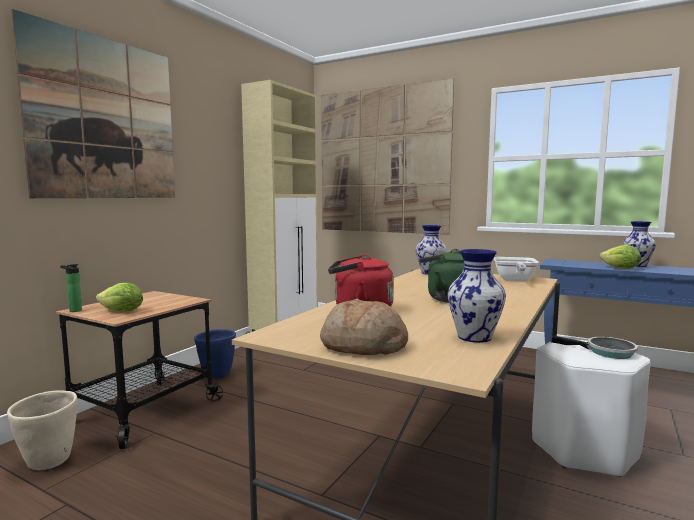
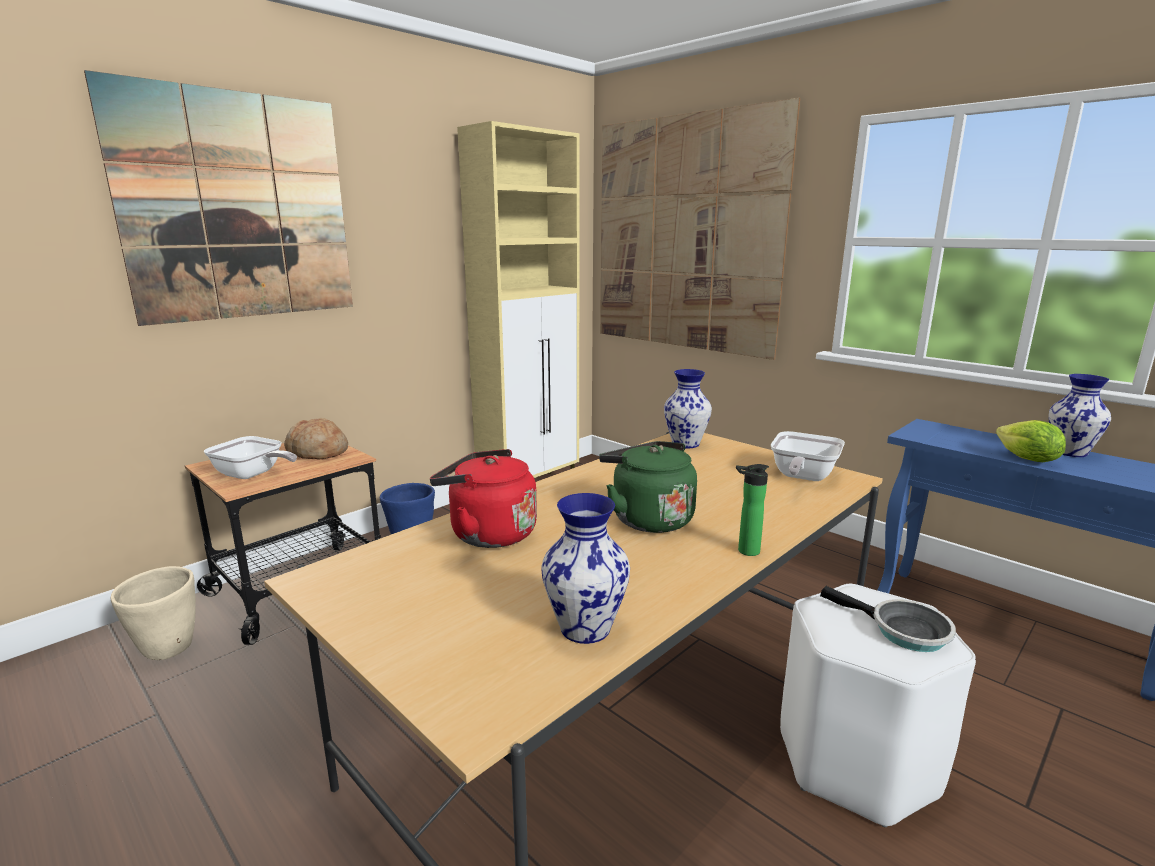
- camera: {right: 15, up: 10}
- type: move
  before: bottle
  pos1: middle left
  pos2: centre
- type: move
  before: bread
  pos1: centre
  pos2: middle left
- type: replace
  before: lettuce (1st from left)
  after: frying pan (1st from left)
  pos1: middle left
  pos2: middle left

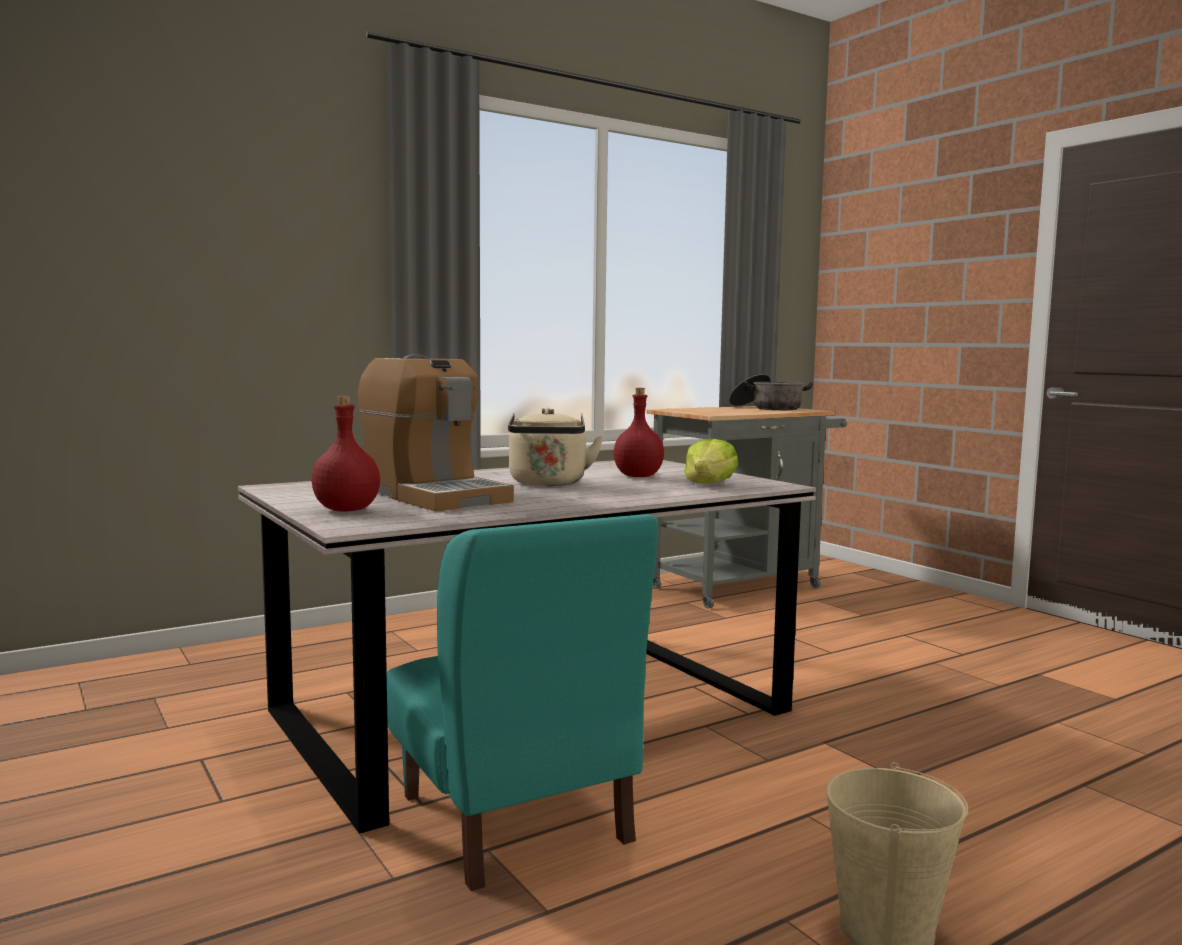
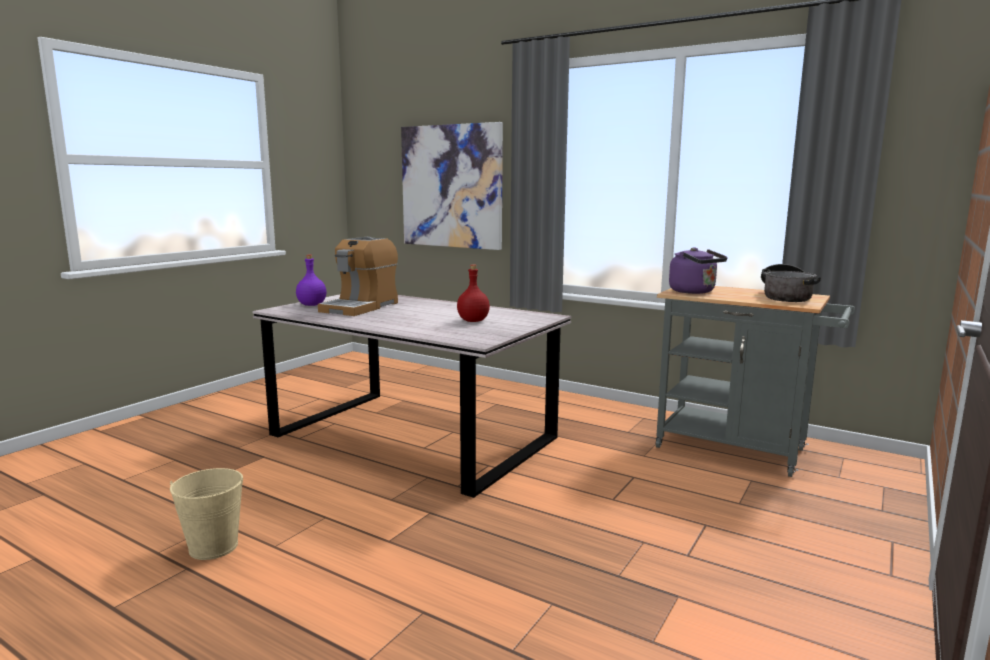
- camera: {right: 65, up: 5}
- type: delete
  before: turquoise chair
  pos1: bottom centre
- type: delete
  before: beige kettle
  pos1: centre
- type: delete
  before: lettuce
  pos1: centre
- type: insert
  after: picture
  pos2: top centre
- type: insert
  after: purple kettle
  pos2: middle right
- type: recolor
  before: red bottle (1st from left)
  after: purple bottle
  pos1: middle left
  pos2: middle left

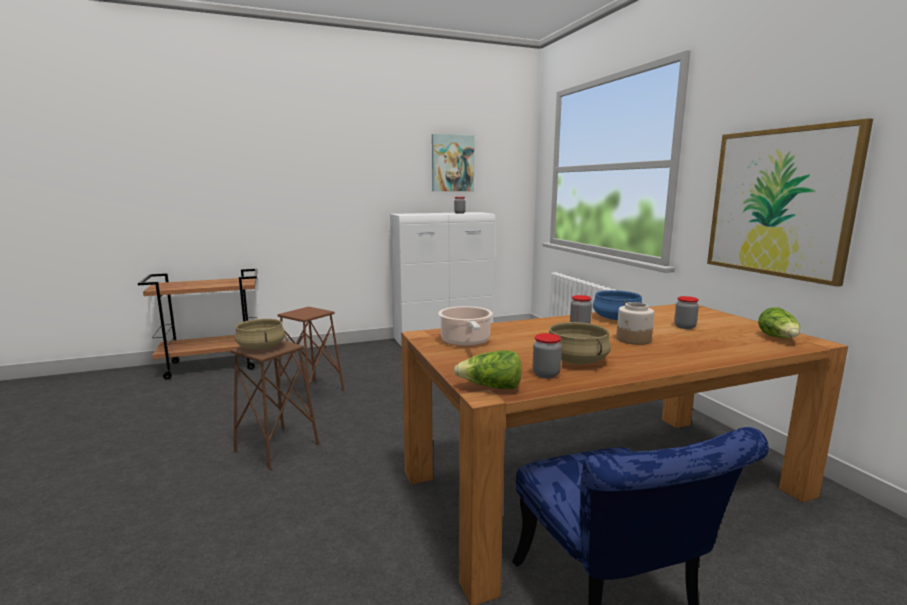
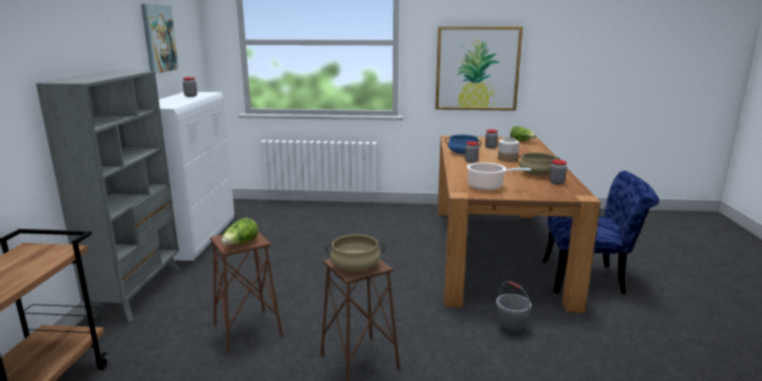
- camera: {right: -65, up: 5}
- type: insert
  after: grey bookcase
  pos2: middle left
- type: insert
  after: grey bucket
  pos2: bottom right
- type: move
  before: lettuce (1st from left)
  pos1: centre
  pos2: middle left

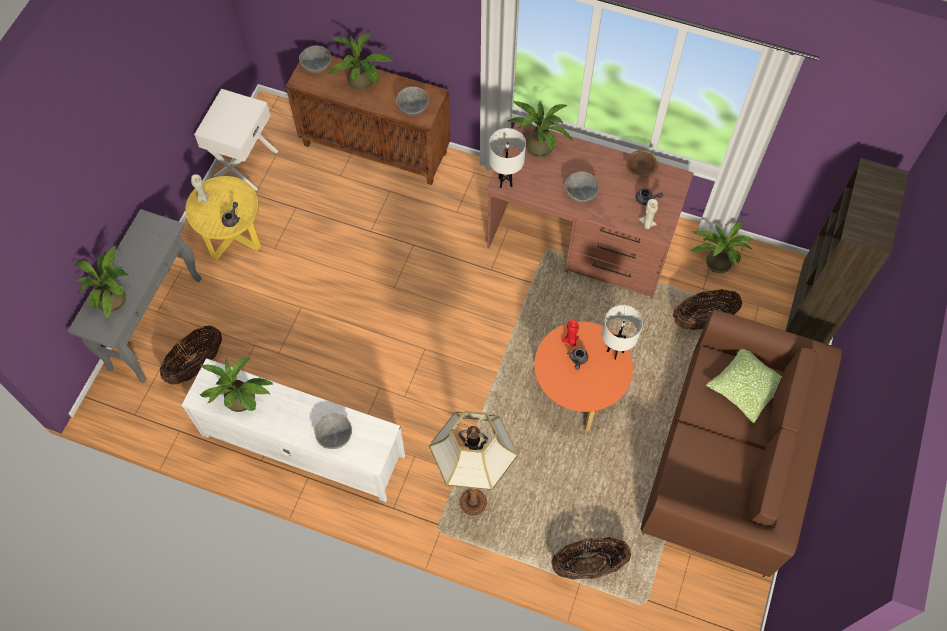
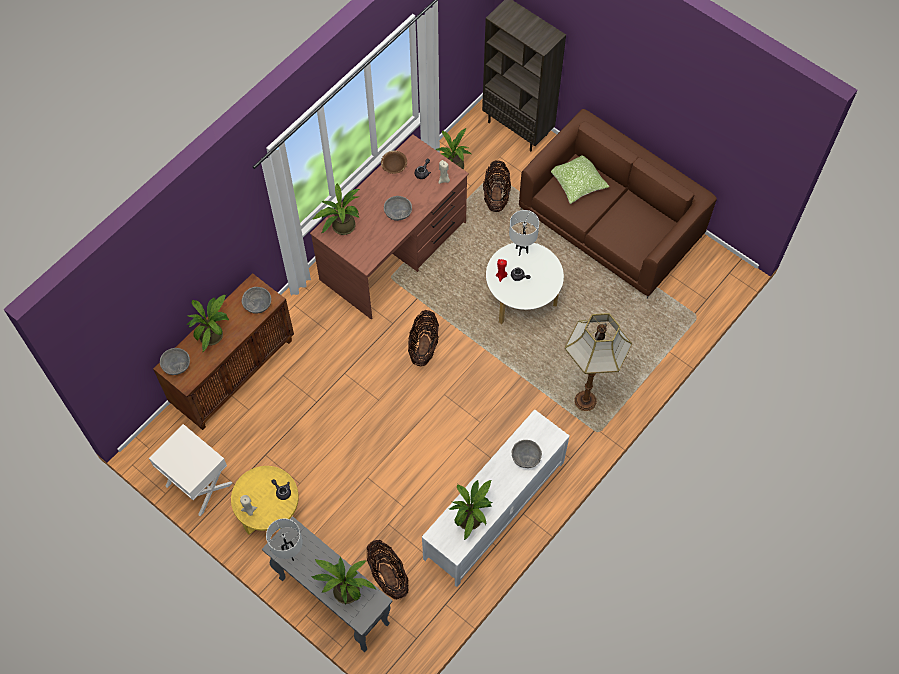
- camera: {right: -70, up: 0}
- type: move
  before: white table lamp (1st from left)
  pos1: top centre
  pos2: bottom left
- type: move
  before: basket (2nd from left)
  pos1: bottom centre
  pos2: centre
- type: recolor
  before: orange coffee table
  after: white coffee table
  pos1: centre
  pos2: centre

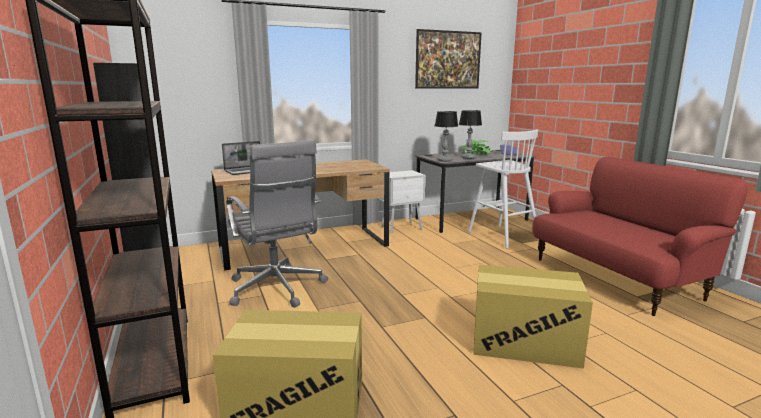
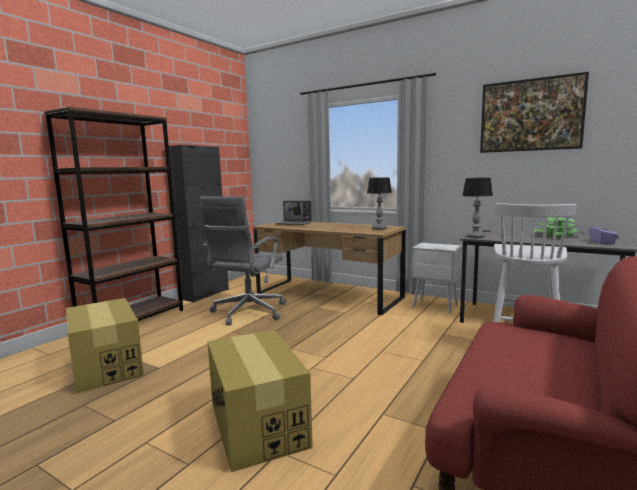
- camera: {right: 55, up: -5}
- type: move
  before: table lamp (2nd from left in the first image)
  after: table lamp (1st from left)
  pos1: top centre
  pos2: centre

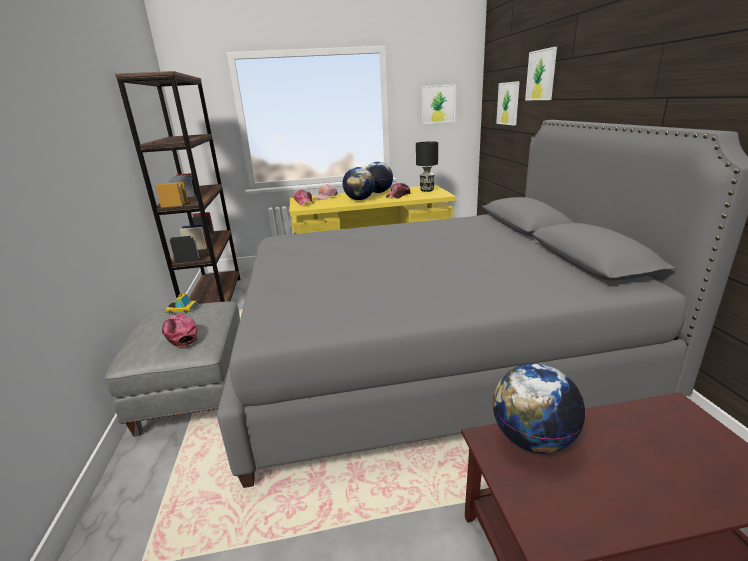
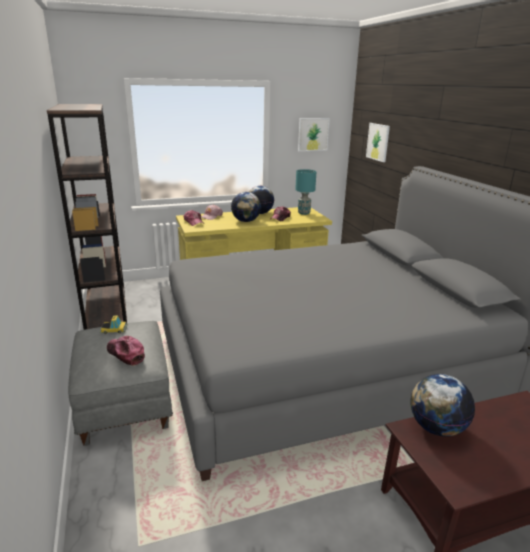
- camera: {right: -10, up: 0}
- type: delete
  before: picture (3rd from left)
  pos1: top right
- type: recolor
  before: black table lamp
  after: turquoise table lamp
  pos1: top centre
  pos2: centre

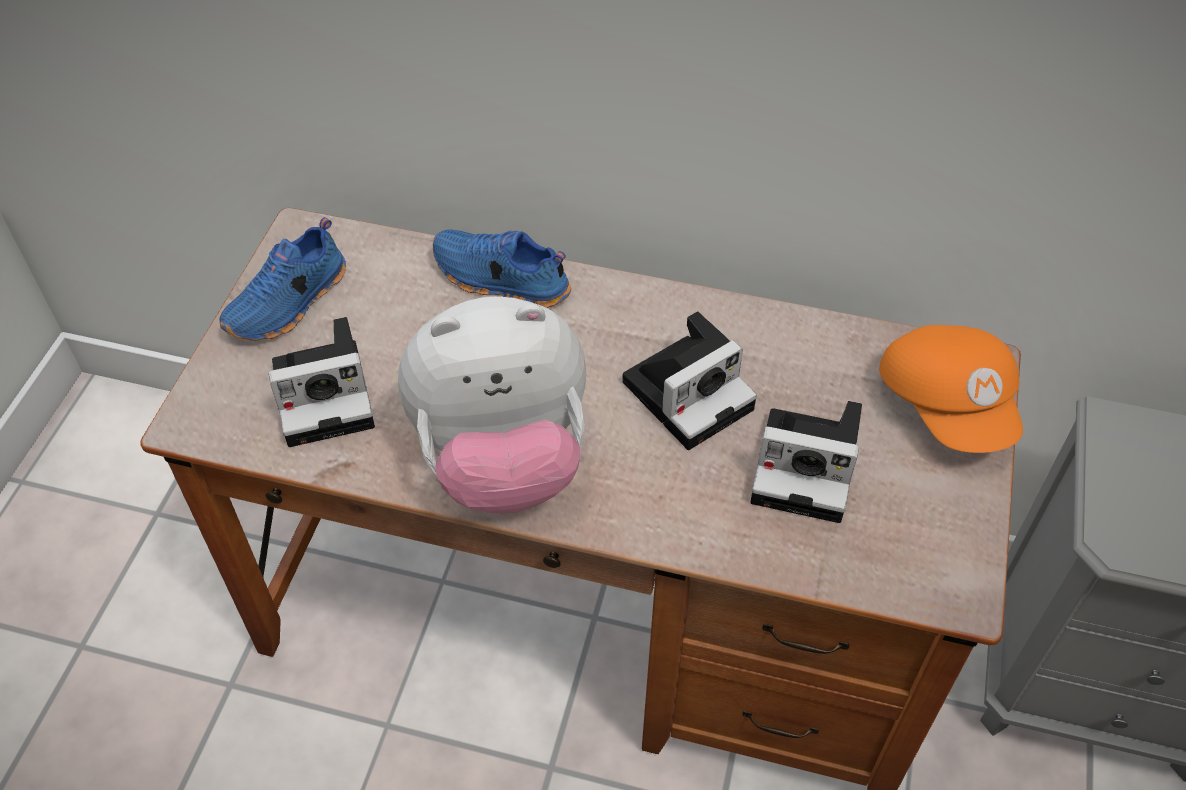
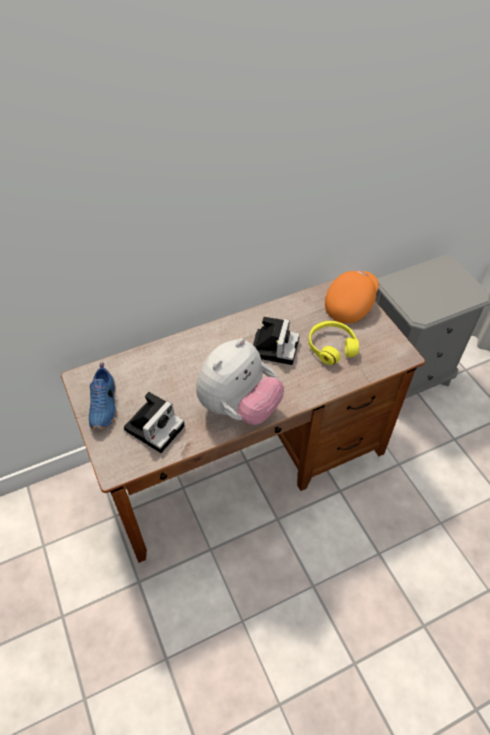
- camera: {right: -40, up: 0}
- type: delete
  before: blue shoe (2nd from left)
  pos1: centre
- type: replace
  before: photo camera (3rd from left)
  after: yellow headphones
  pos1: middle right
  pos2: middle right
- type: rotate
  before: orange cap
  pos1: middle right
  pos2: middle right
  turn: -90

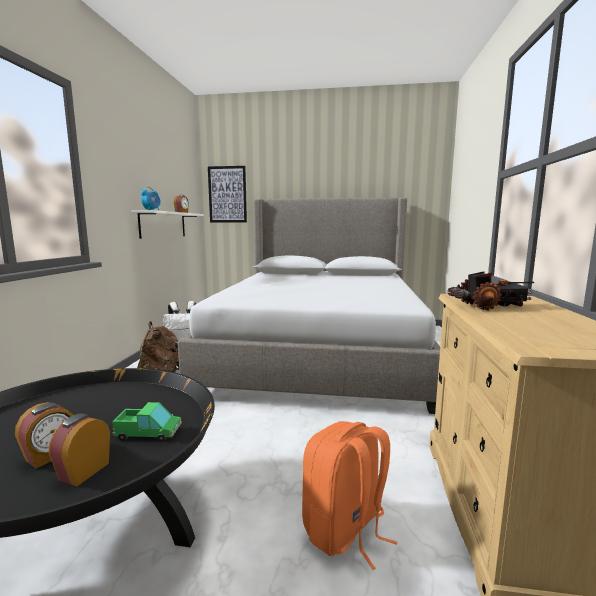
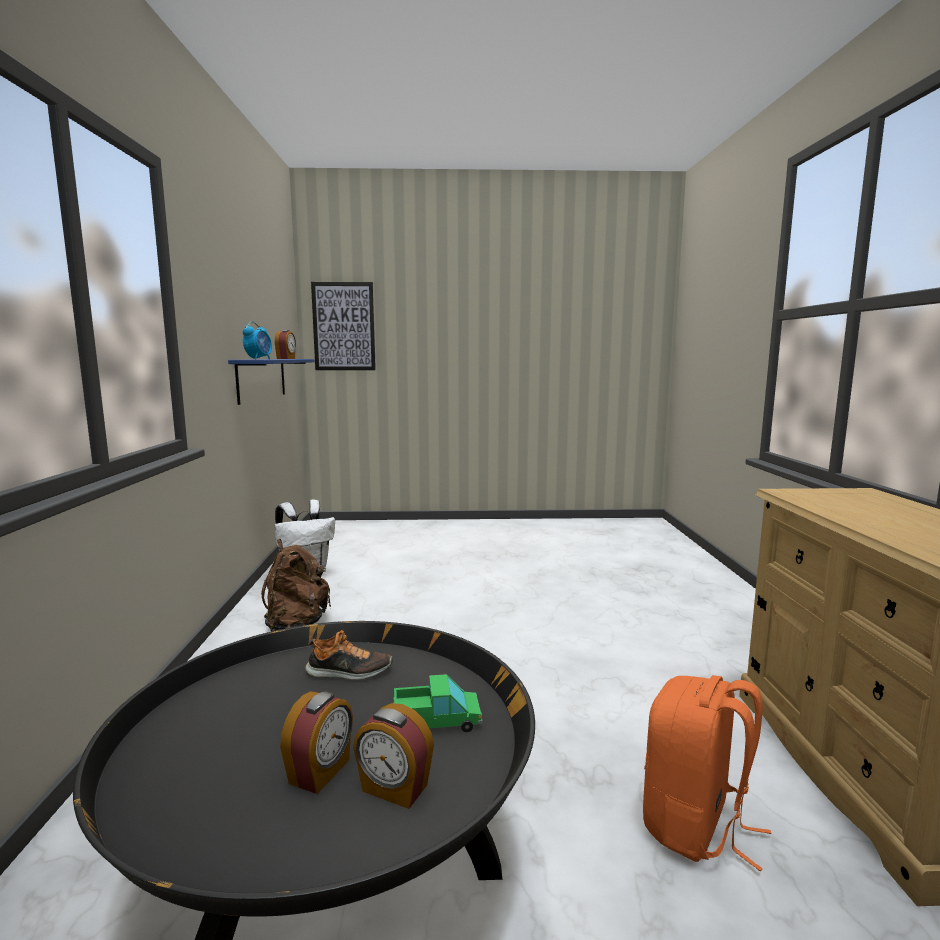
- camera: {right: -10, up: 0}
- type: delete
  before: bed
  pos1: centre
- type: delete
  before: toy truck (2nd from left)
  pos1: middle right
- type: insert
  after: shoe
  pos2: bottom centre
- type: recolor
  before: white shelf
  after: blue shelf
  pos1: middle left
  pos2: middle left
- type: rotate
  before: alarm clock (2nd from left in the first image)
  pos1: bottom left
  pos2: bottom centre
  turn: -75

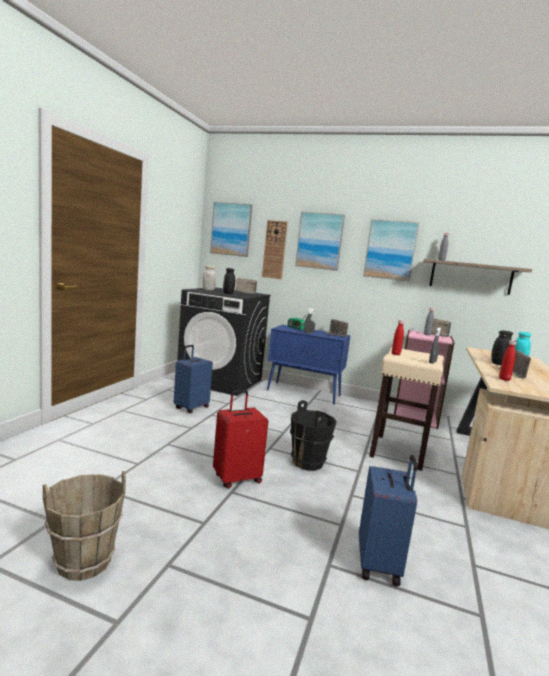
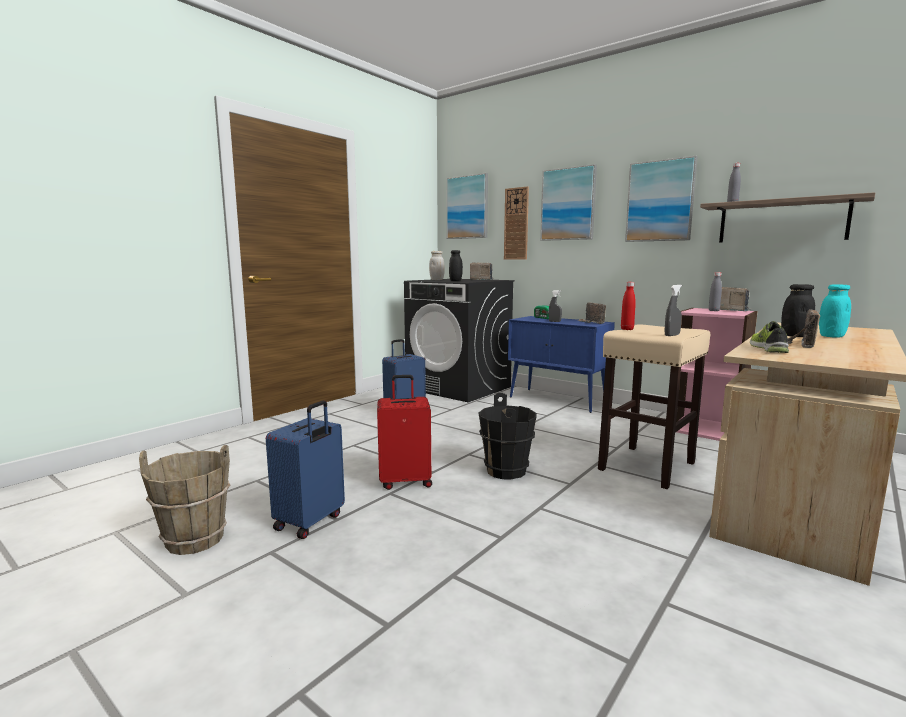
- camera: {right: 20, up: 0}
- type: move
  before: blue suitcase (2nd from left in the first image)
  after: blue suitcase (1st from left)
  pos1: bottom right
  pos2: centre
- type: replace
  before: red bottle (2nd from left)
  after: shoe
  pos1: middle right
  pos2: middle right

